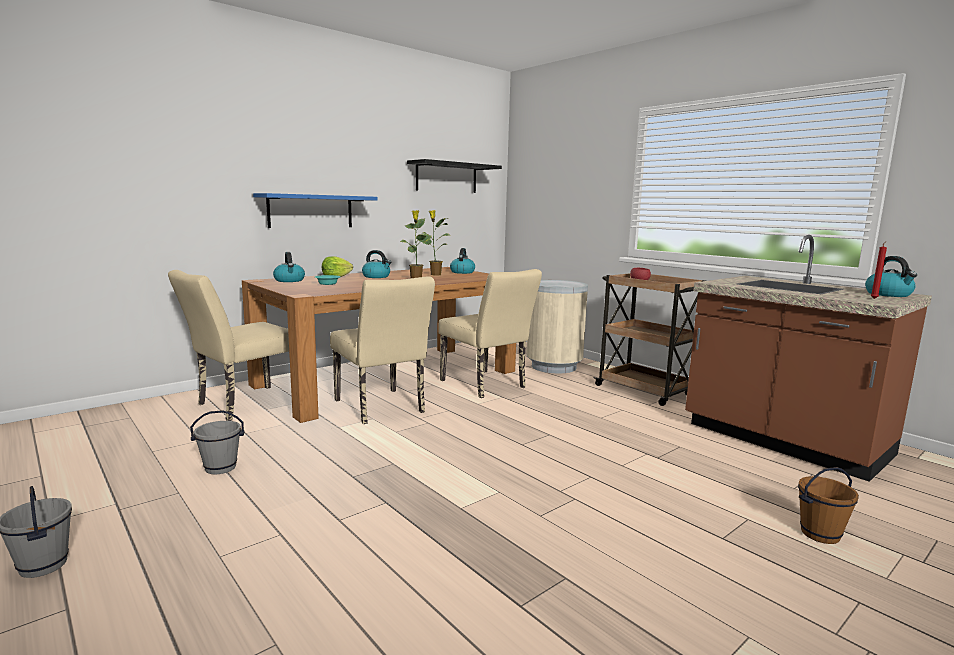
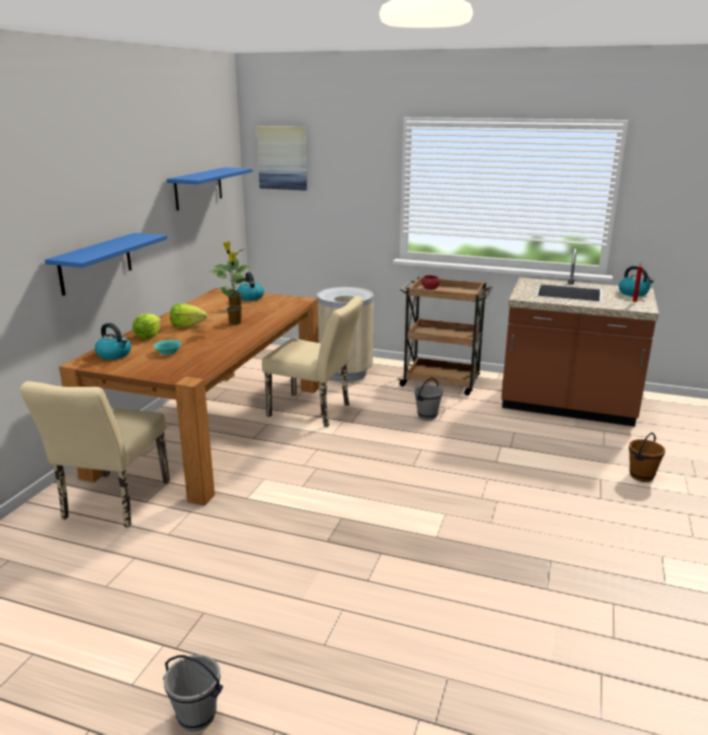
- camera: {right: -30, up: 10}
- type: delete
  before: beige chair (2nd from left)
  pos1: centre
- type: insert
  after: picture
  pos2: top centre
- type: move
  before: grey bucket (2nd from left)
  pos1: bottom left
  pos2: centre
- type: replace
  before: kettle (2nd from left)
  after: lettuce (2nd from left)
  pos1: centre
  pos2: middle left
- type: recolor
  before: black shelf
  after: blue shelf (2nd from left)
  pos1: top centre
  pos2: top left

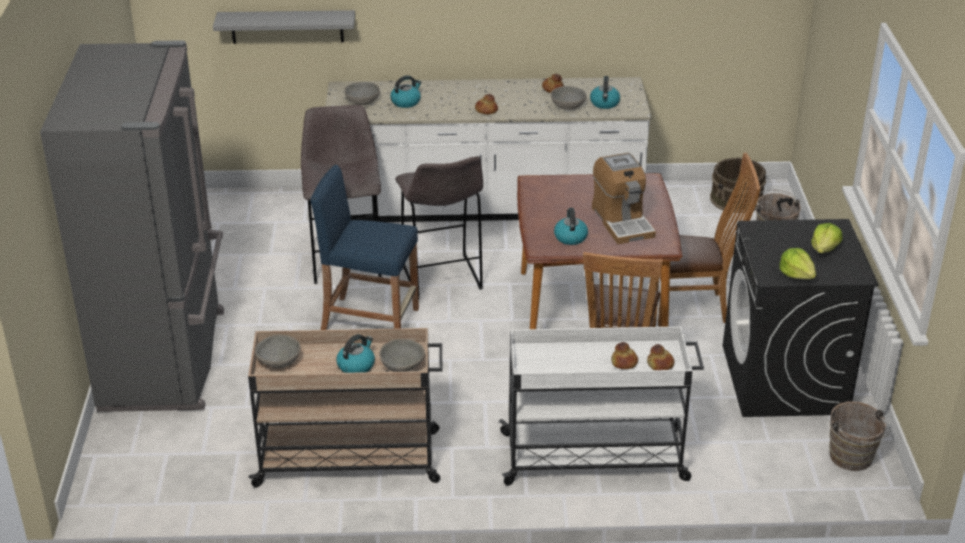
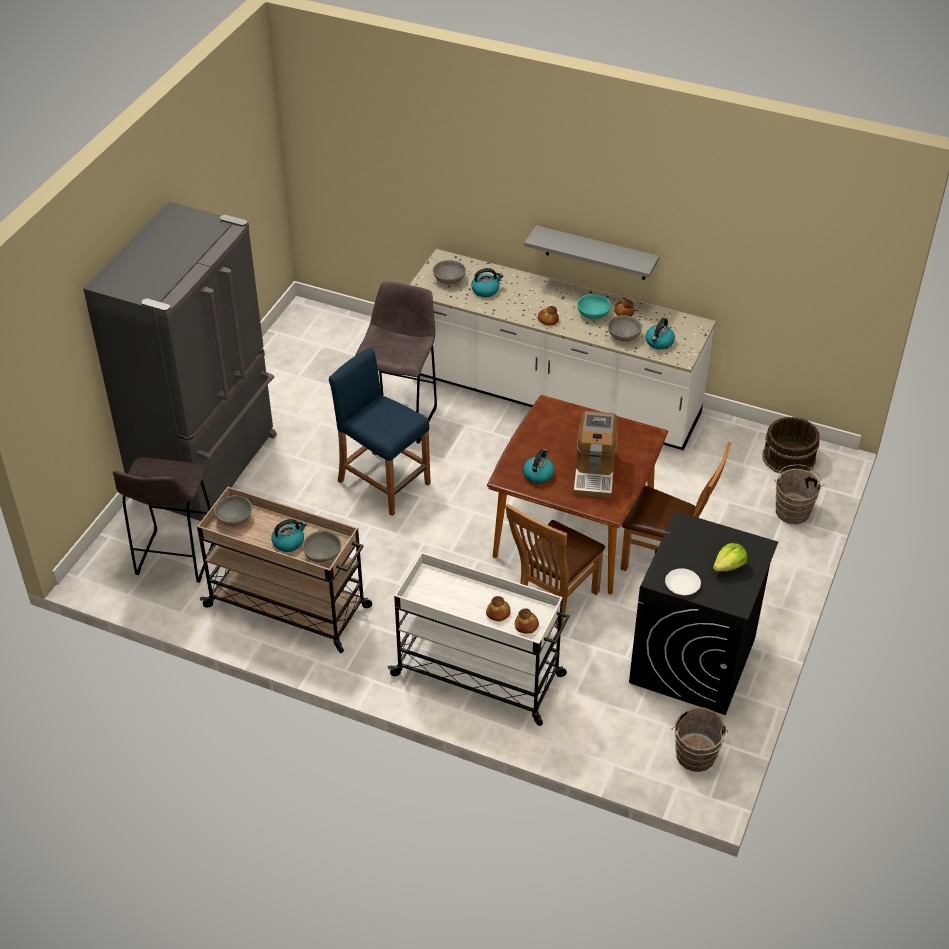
- camera: {right: 25, up: 10}
- type: insert
  after: turquoise bowl
  pos2: top centre
- type: move
  before: grey shelf
  pos1: top left
  pos2: top centre
- type: move
  before: grey stool (2nd from left in the first image)
  after: grey stool (1st from left)
  pos1: centre
  pos2: middle left
- type: replace
  before: lettuce (1st from left)
  after: white plate
  pos1: middle right
  pos2: middle right

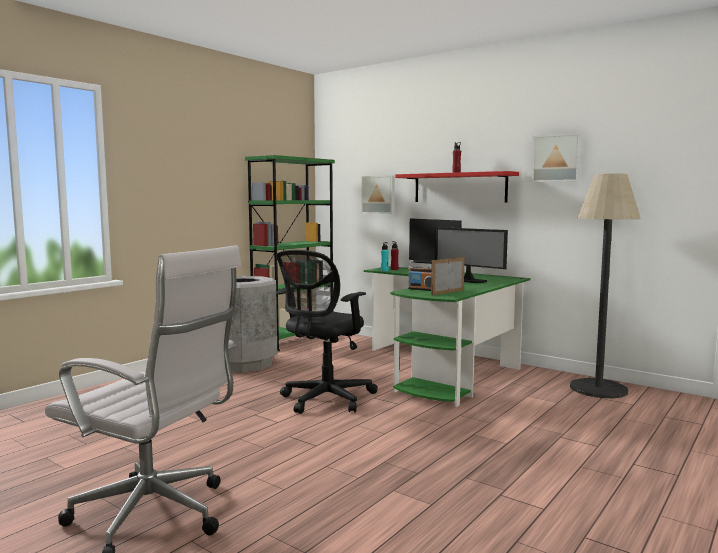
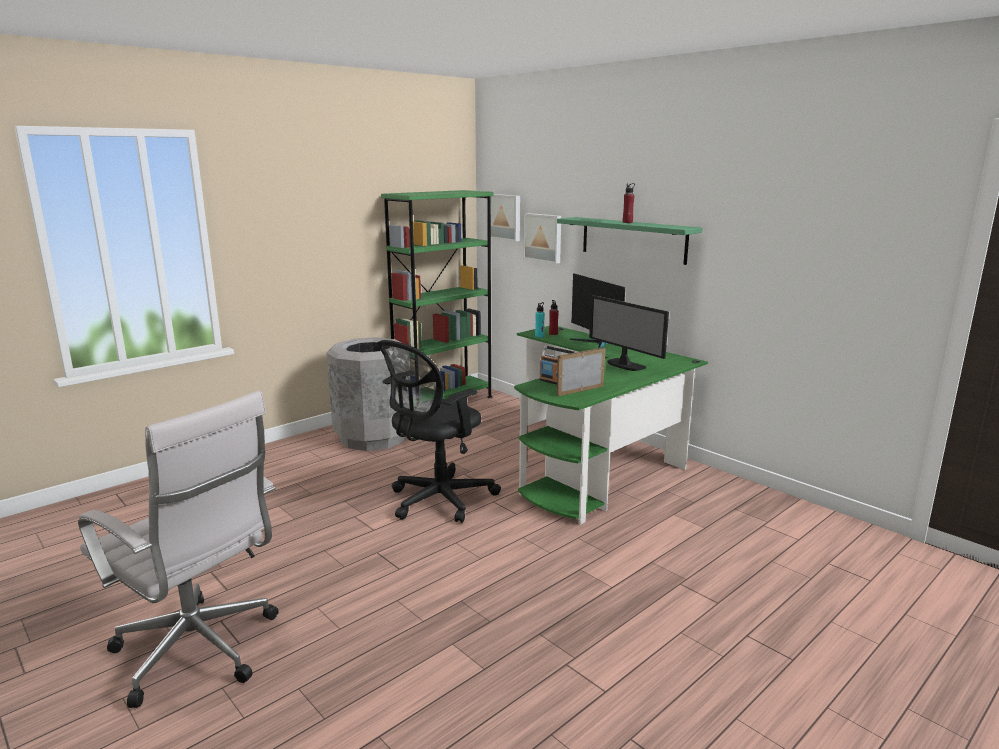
- camera: {right: 10, up: 10}
- type: delete
  before: floor lamp
  pos1: middle right
- type: move
  before: picture (2nd from left in the first image)
  after: picture (1st from left)
  pos1: top right
  pos2: top centre
- type: recolor
  before: red shelf
  after: green shelf
  pos1: centre
  pos2: top centre

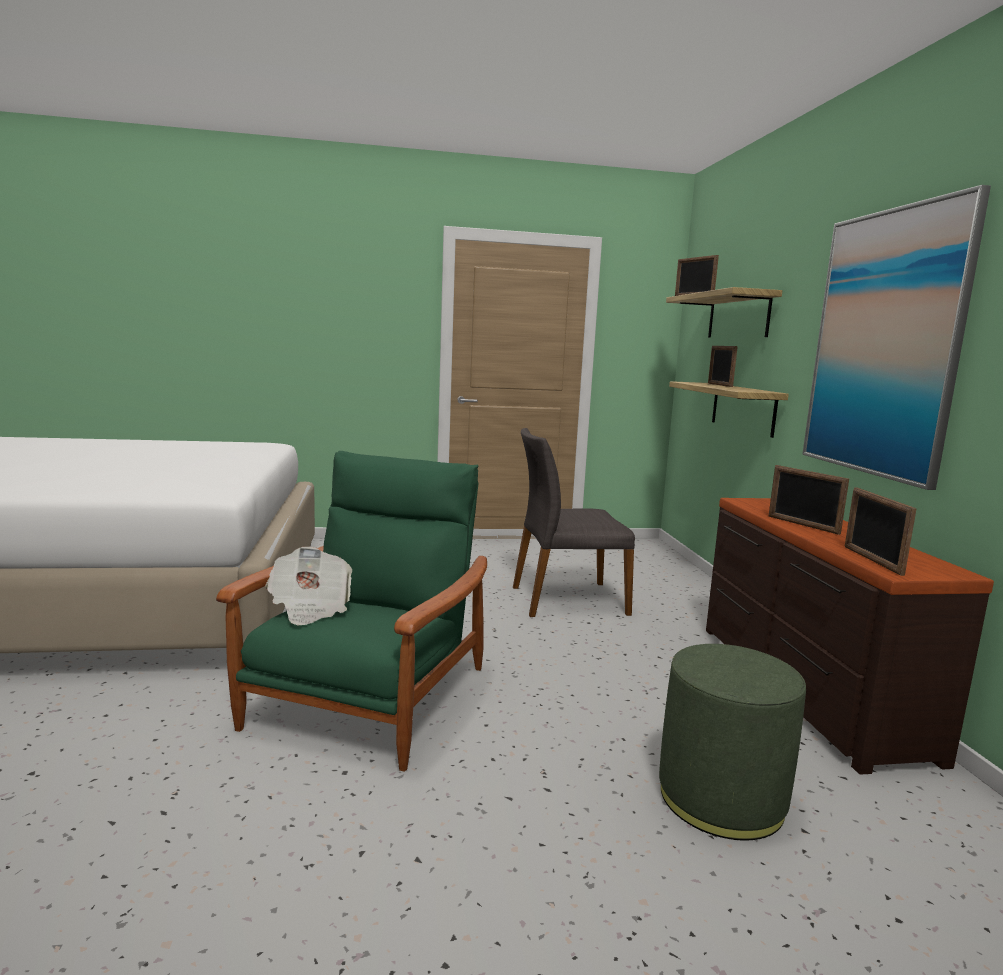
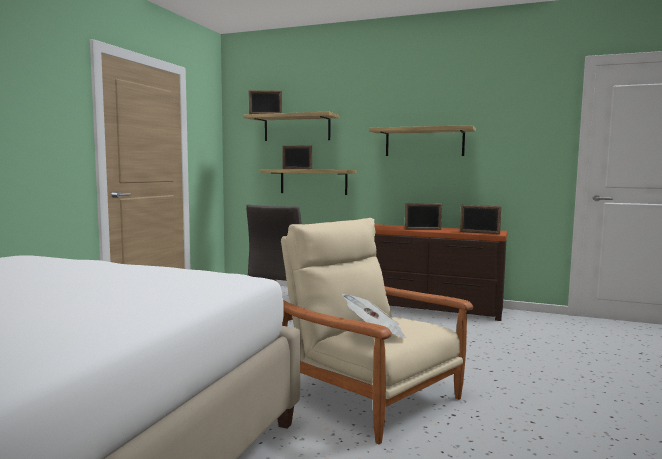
- camera: {right: -60, up: -5}
- type: delete
  before: green ottoman
  pos1: bottom right
- type: replace
  before: picture
  after: shelf (3rd from left)
  pos1: middle right
  pos2: top centre
- type: recolor
  before: green armchair
  after: beige armchair
  pos1: centre
  pos2: bottom centre

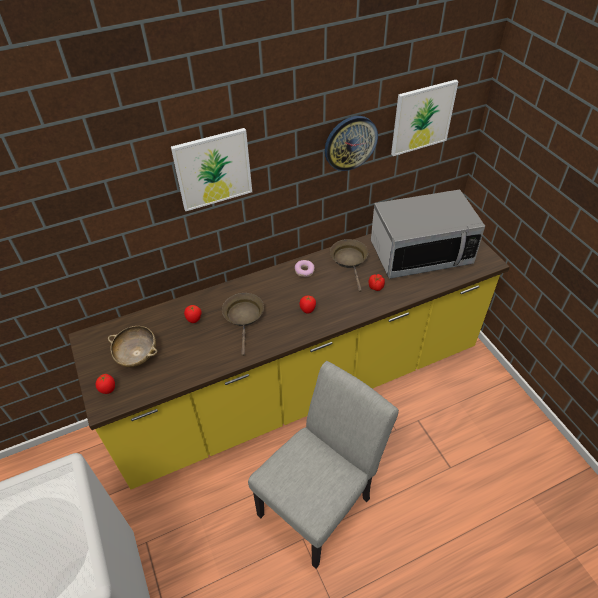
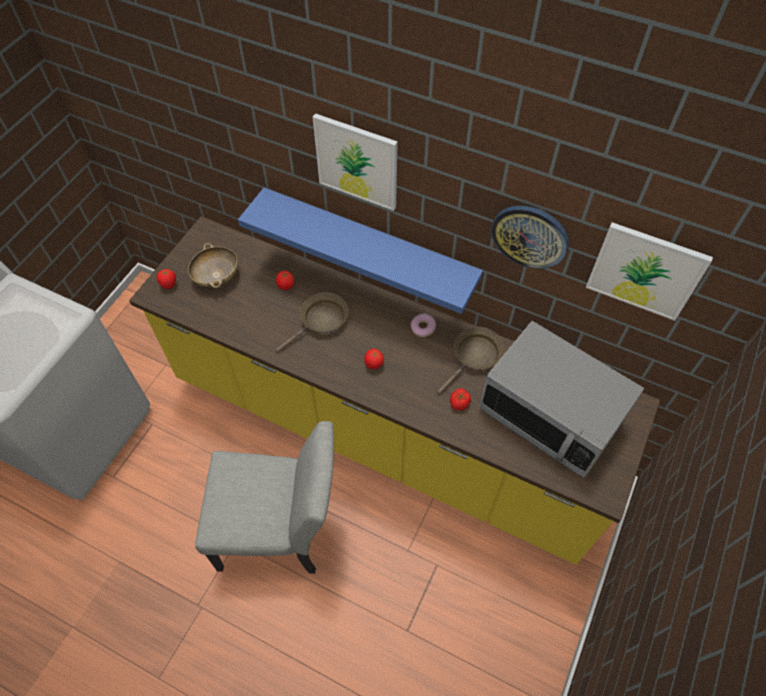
- camera: {right: 50, up: 10}
- type: insert
  after: blue shelf
  pos2: centre

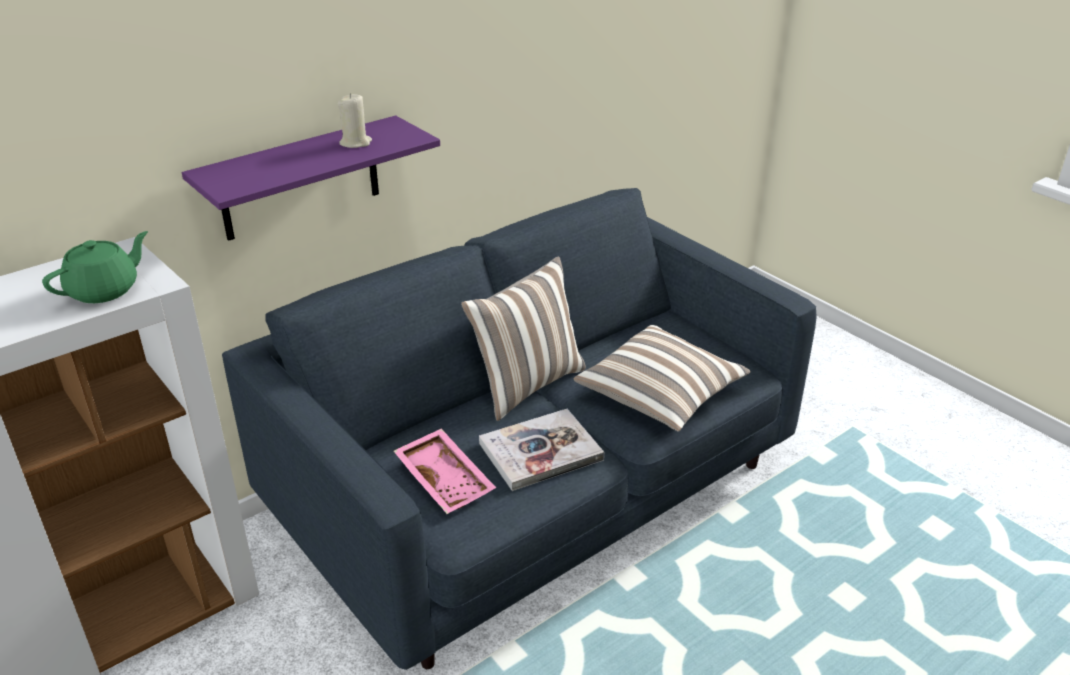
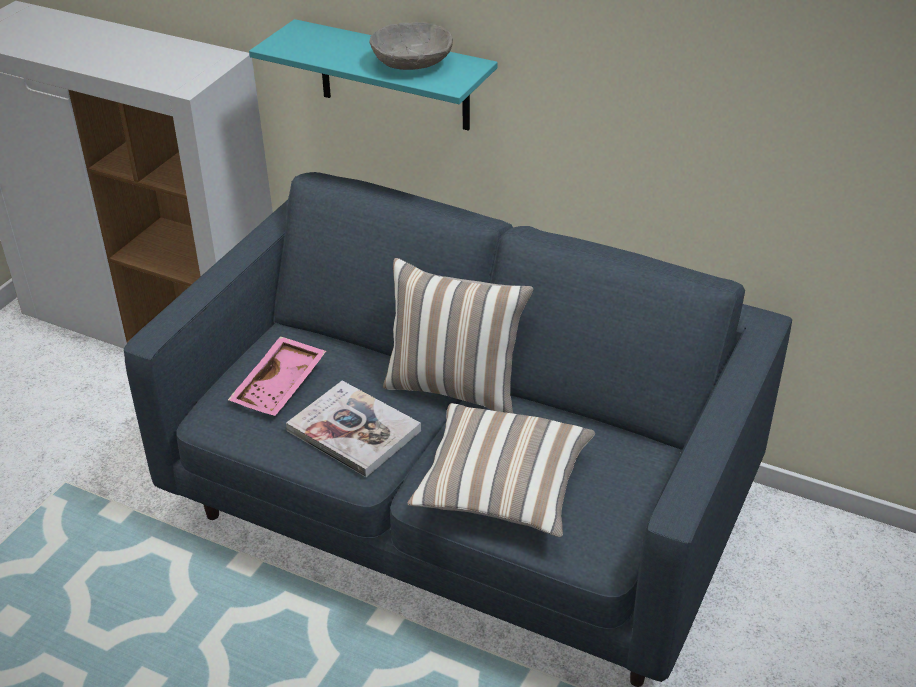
- camera: {right: 65, up: 5}
- type: delete
  before: green teapot
  pos1: middle left
- type: replace
  before: beige candle
  after: grey bowl
  pos1: top left
  pos2: top centre
- type: recolor
  before: purple shelf
  after: turquoise shelf
  pos1: top left
  pos2: top centre

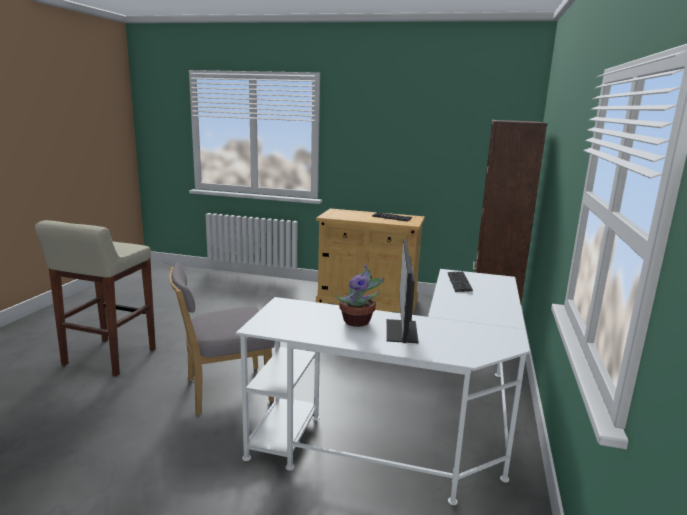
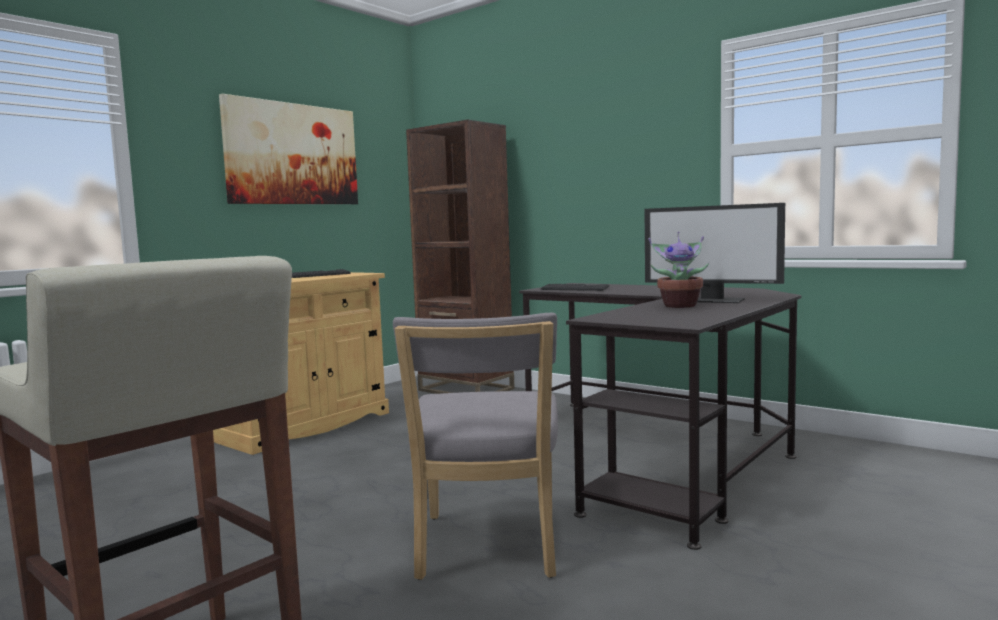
- camera: {right: -65, up: -10}
- type: insert
  after: picture
  pos2: top left
- type: recolor
  before: white desk
  after: black desk
  pos1: bottom centre
  pos2: bottom centre

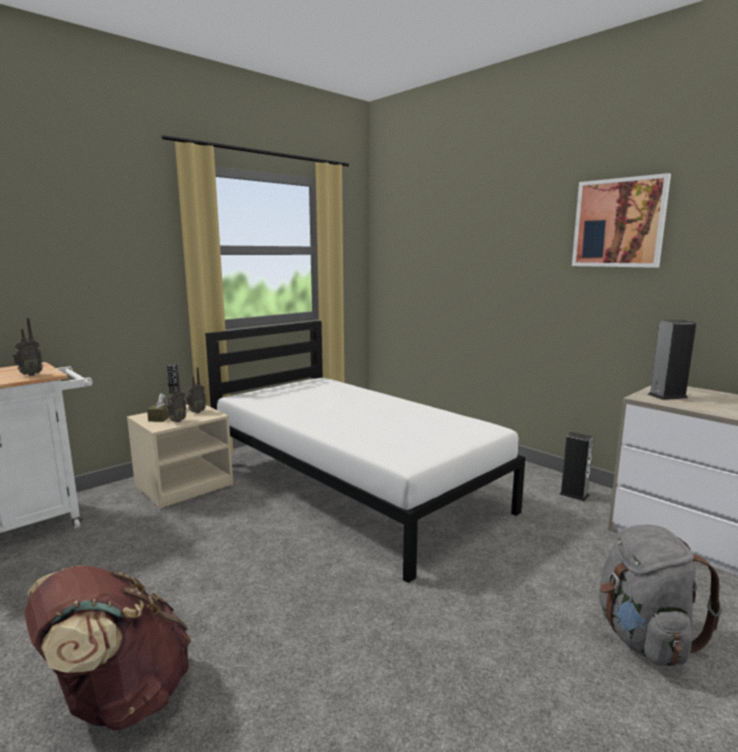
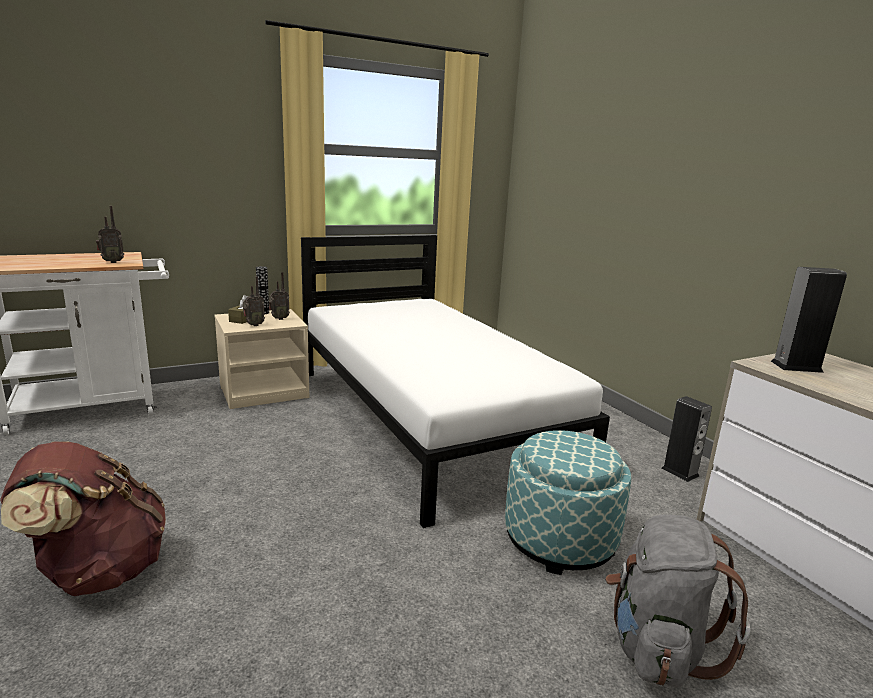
- camera: {right: 15, up: 5}
- type: delete
  before: picture
  pos1: top right
- type: insert
  after: ottoman
  pos2: bottom centre

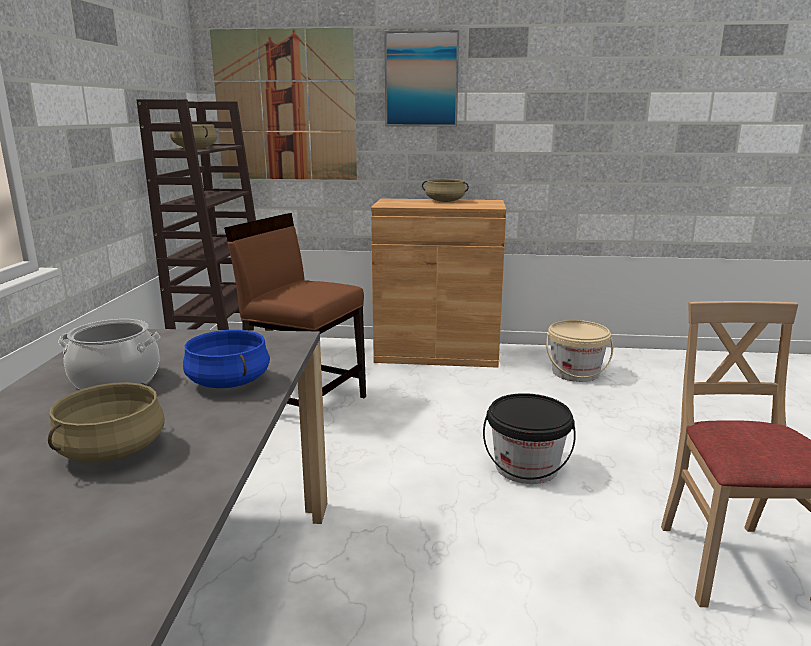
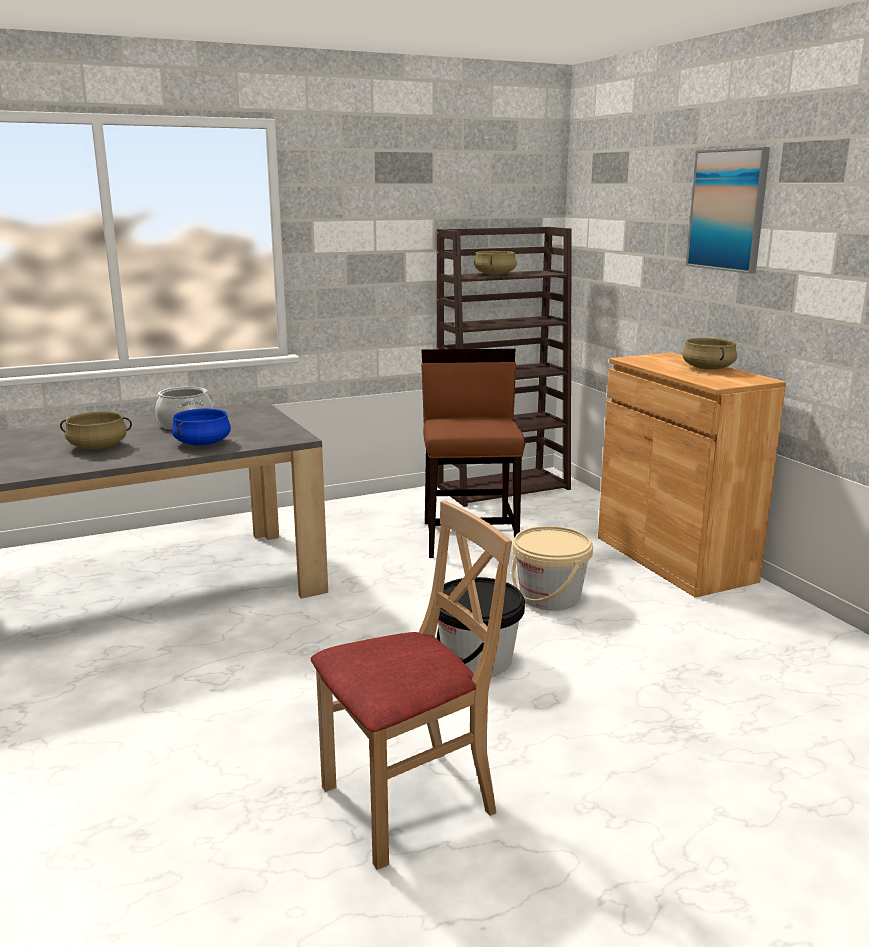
- camera: {right: 60, up: 0}
- type: delete
  before: picture (1st from left)
  pos1: top centre
- type: move
  before: beige bucket
  pos1: middle right
  pos2: centre

